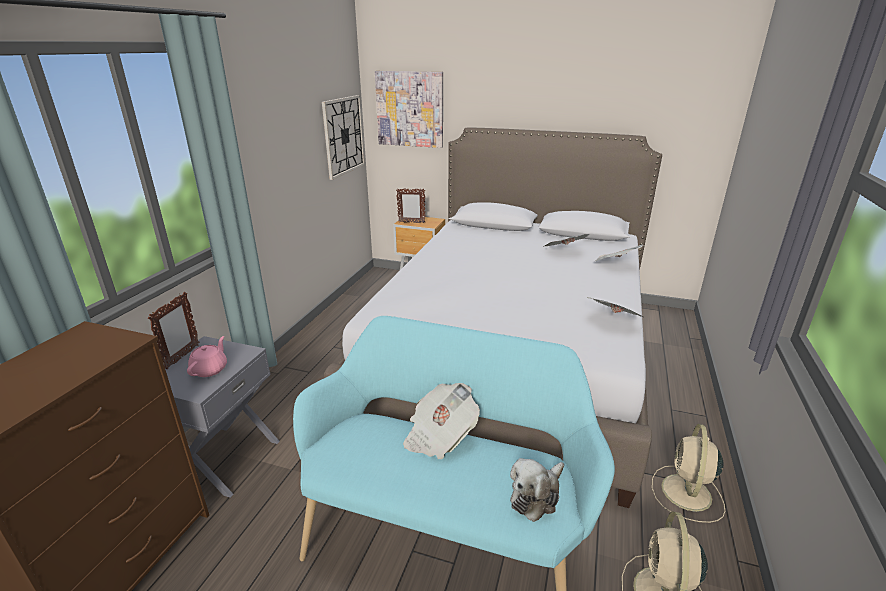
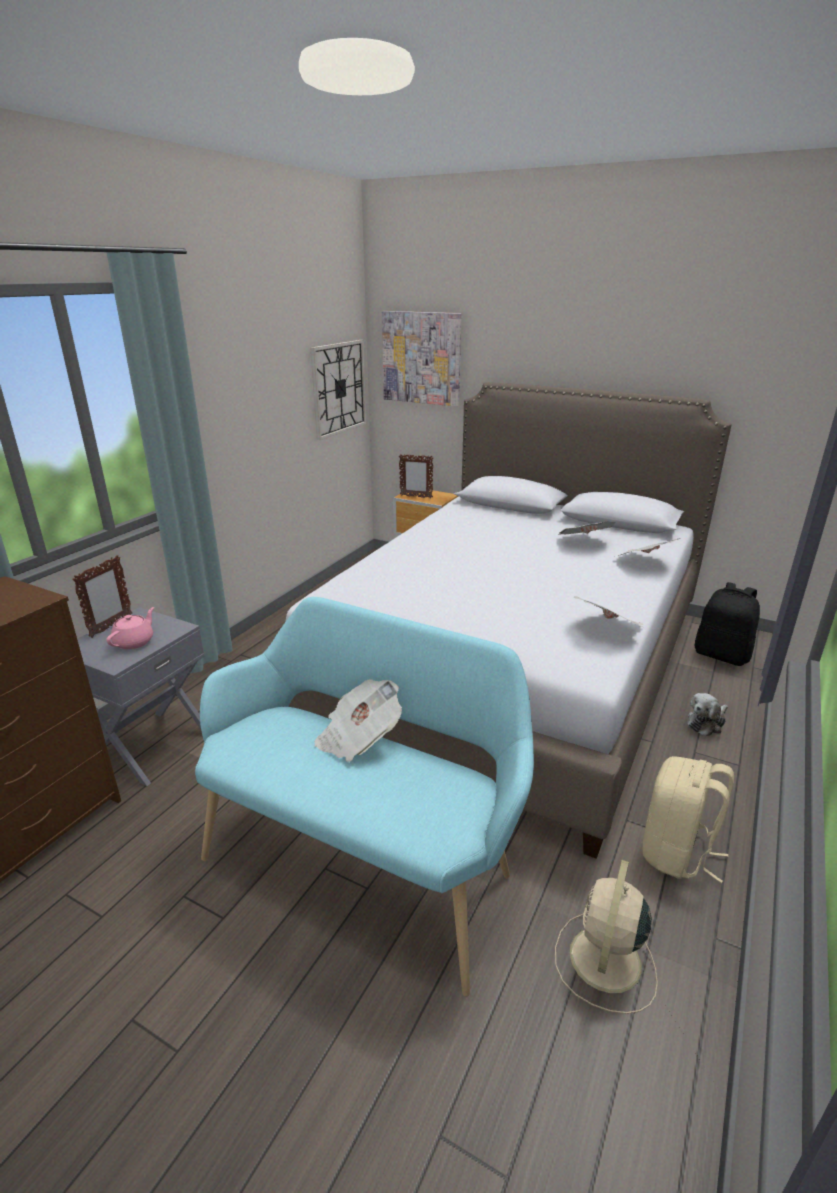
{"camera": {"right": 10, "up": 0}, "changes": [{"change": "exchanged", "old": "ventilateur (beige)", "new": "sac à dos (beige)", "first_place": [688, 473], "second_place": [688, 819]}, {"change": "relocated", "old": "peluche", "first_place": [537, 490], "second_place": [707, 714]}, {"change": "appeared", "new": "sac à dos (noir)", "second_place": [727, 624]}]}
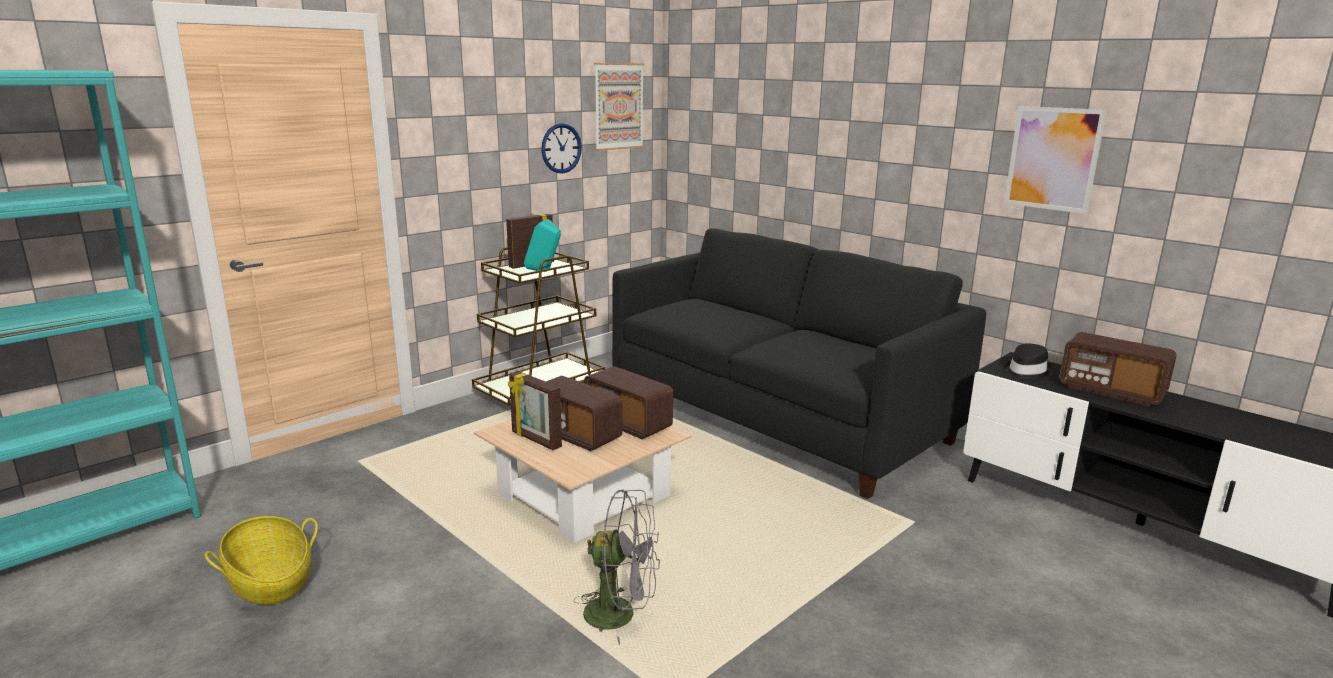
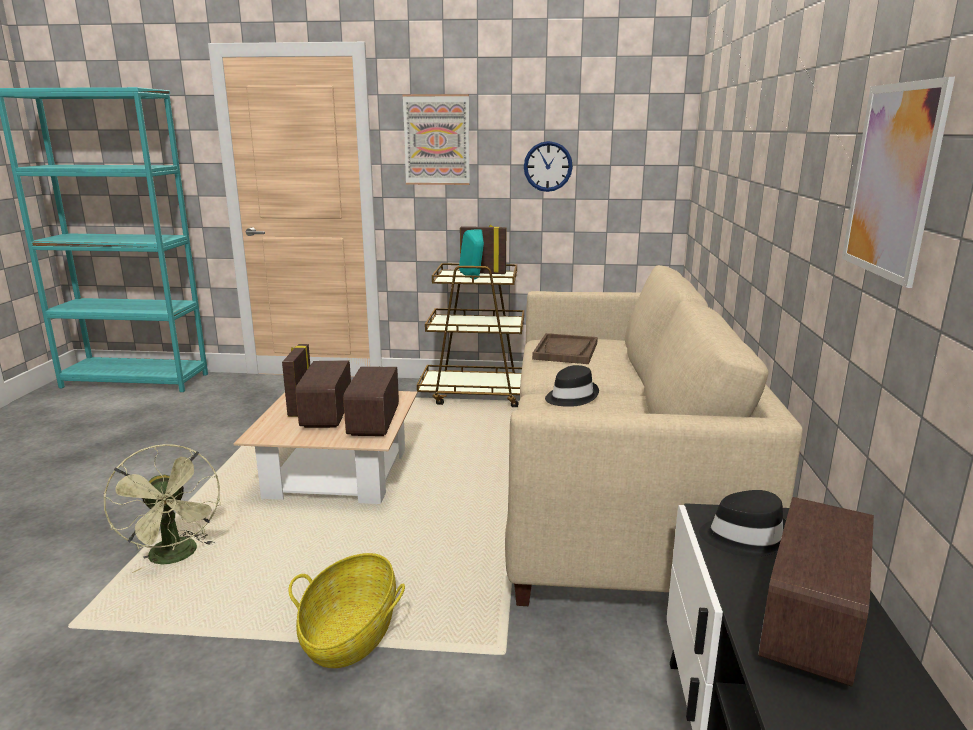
{"camera": {"right": 50, "up": 0}, "changes": [{"change": "relocated", "old": "tableau", "first_place": [619, 107], "second_place": [436, 139]}, {"change": "colour", "old": "canapé (noir)", "new": "canapé (beige)", "first_place": [799, 363], "second_place": [654, 435]}, {"change": "spun", "old": "radio", "first_place": [1118, 369], "second_place": [816, 592], "degrees": -150}, {"change": "colour", "old": "ventilateur (gris)", "new": "ventilateur (vert)", "first_place": [618, 567], "second_place": [162, 508]}, {"change": "relocated", "old": "panier", "first_place": [261, 560], "second_place": [346, 610]}, {"change": "appeared", "new": "plateau (marron)", "second_place": [565, 348]}, {"change": "appeared", "new": "chapeau (noir)", "second_place": [572, 386]}]}
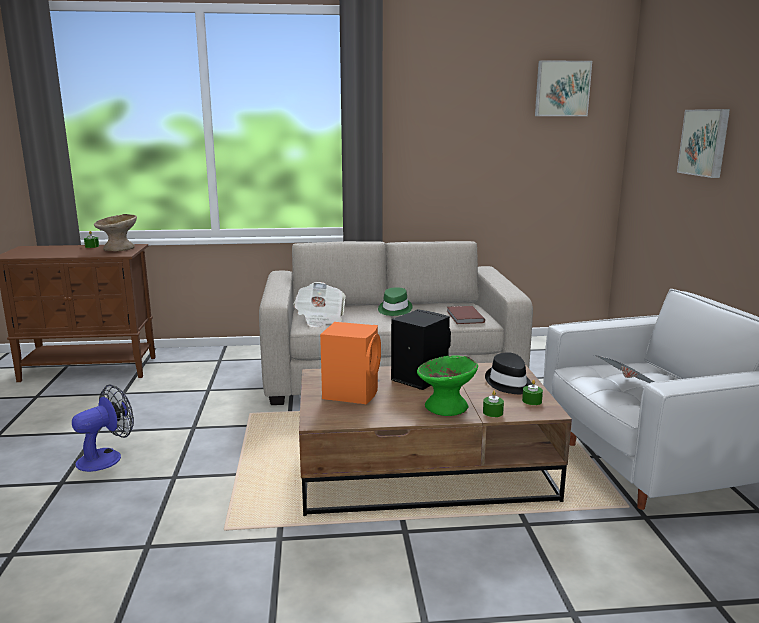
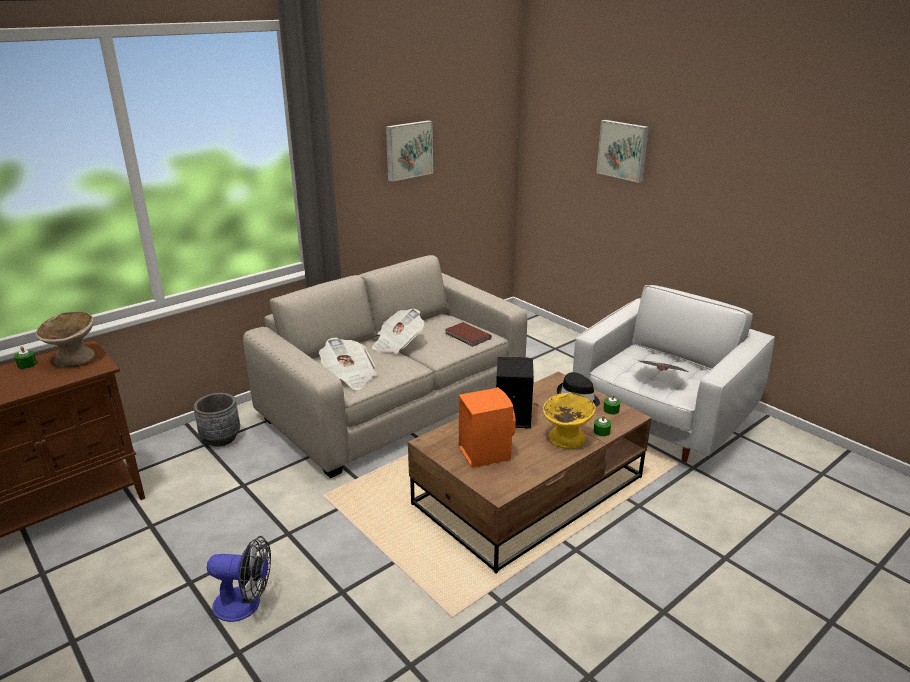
{"camera": {"right": -35, "up": 10}, "changes": [{"change": "relocated", "old": "tableau", "first_place": [563, 88], "second_place": [409, 151]}, {"change": "exchanged", "old": "chapeau (vert)", "new": "journal", "first_place": [395, 301], "second_place": [398, 331]}, {"change": "colour", "old": "bol (vert)", "new": "bol (jaune)", "first_place": [447, 386], "second_place": [569, 420]}, {"change": "spun", "old": "ventilateur", "first_place": [103, 428], "second_place": [239, 579], "degrees": 90}, {"change": "appeared", "new": "cache-pot (gris)", "second_place": [216, 420]}]}
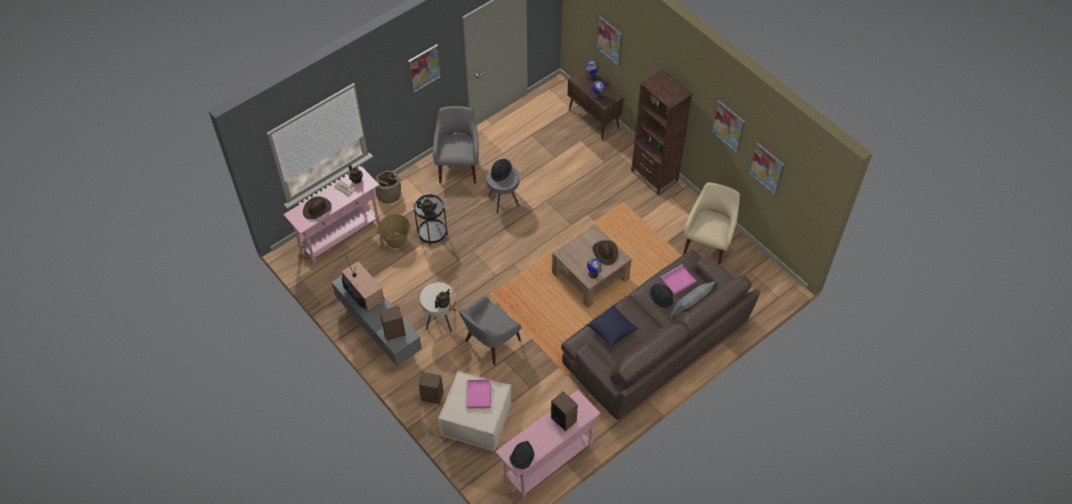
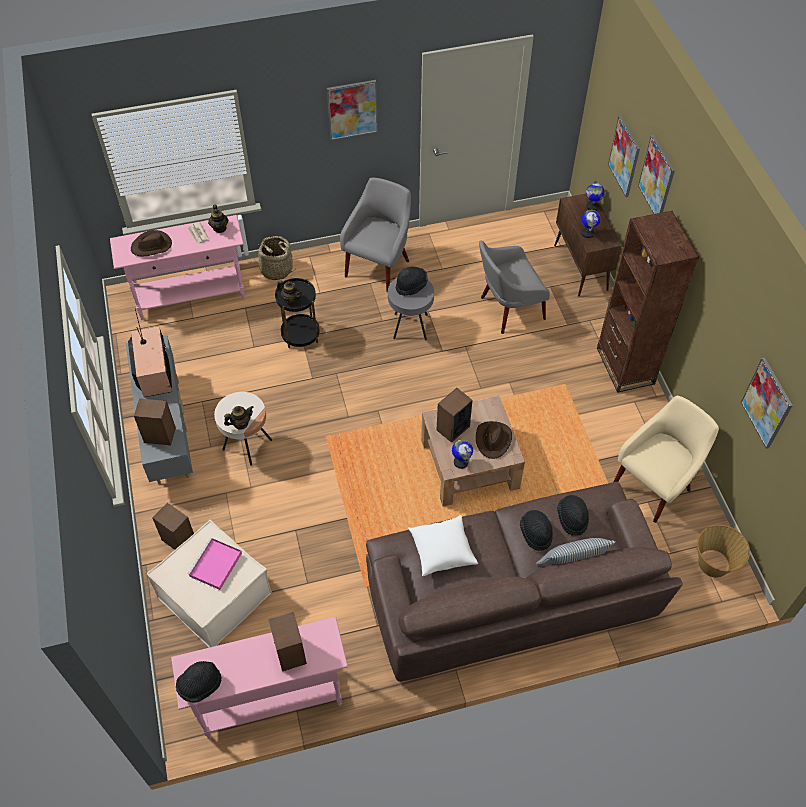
{"camera": {"right": 25, "up": 0}, "changes": [{"change": "relocated", "old": "tableau", "first_place": [728, 126], "second_place": [656, 174]}, {"change": "relocated", "old": "panier", "first_place": [394, 231], "second_place": [723, 551]}, {"change": "exchanged", "old": "plateau (rose)", "new": "chapeau (noir)", "first_place": [678, 279], "second_place": [573, 515]}, {"change": "relocated", "old": "fauteuil (gris)", "first_place": [489, 330], "second_place": [514, 287]}, {"change": "colour", "old": "coussin (bleu)", "new": "coussin (blanc)", "first_place": [612, 327], "second_place": [443, 545]}, {"change": "appeared", "new": "enceinte", "second_place": [454, 415]}]}
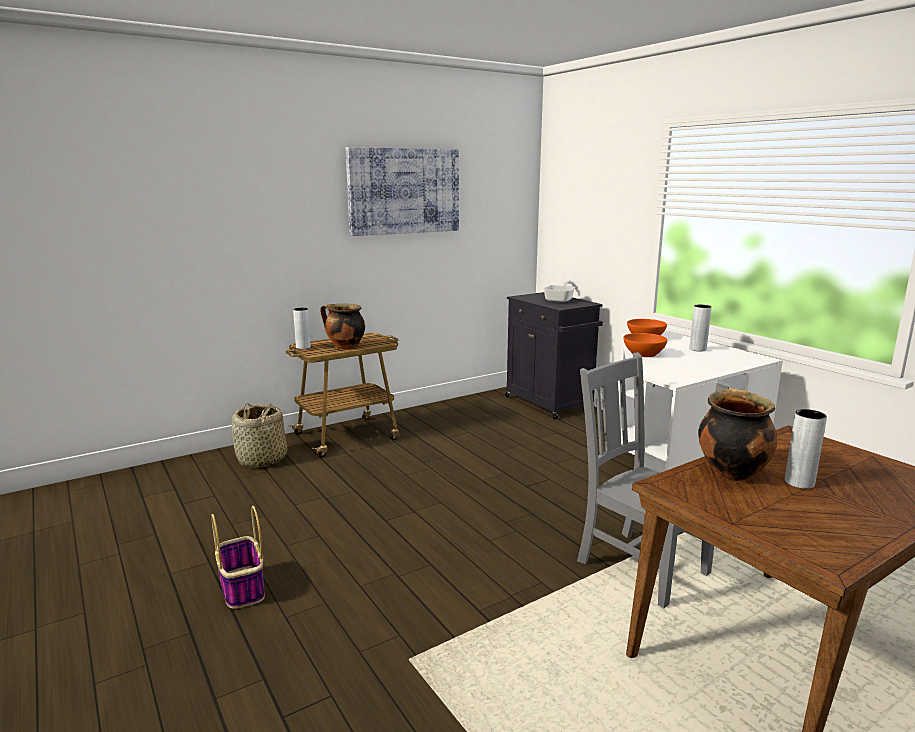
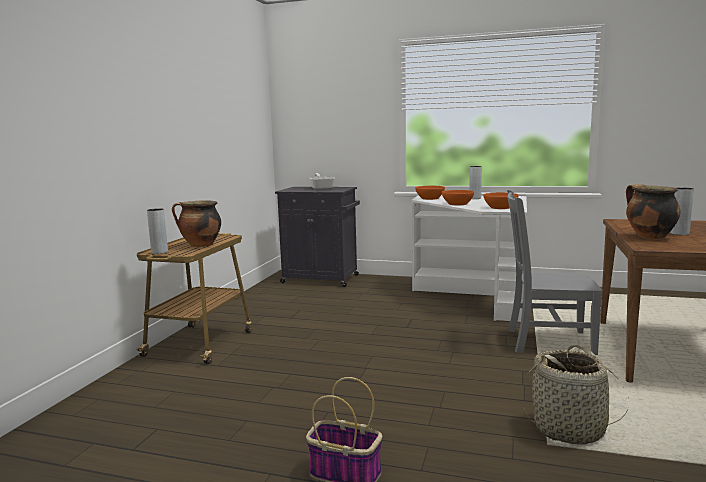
{"camera": {"right": -40, "up": -5}, "changes": [{"change": "missing", "old": "tableau", "first_place": [402, 191]}, {"change": "relocated", "old": "panier", "first_place": [259, 435], "second_place": [576, 395]}, {"change": "appeared", "new": "bol (orange)", "second_place": [501, 201]}]}
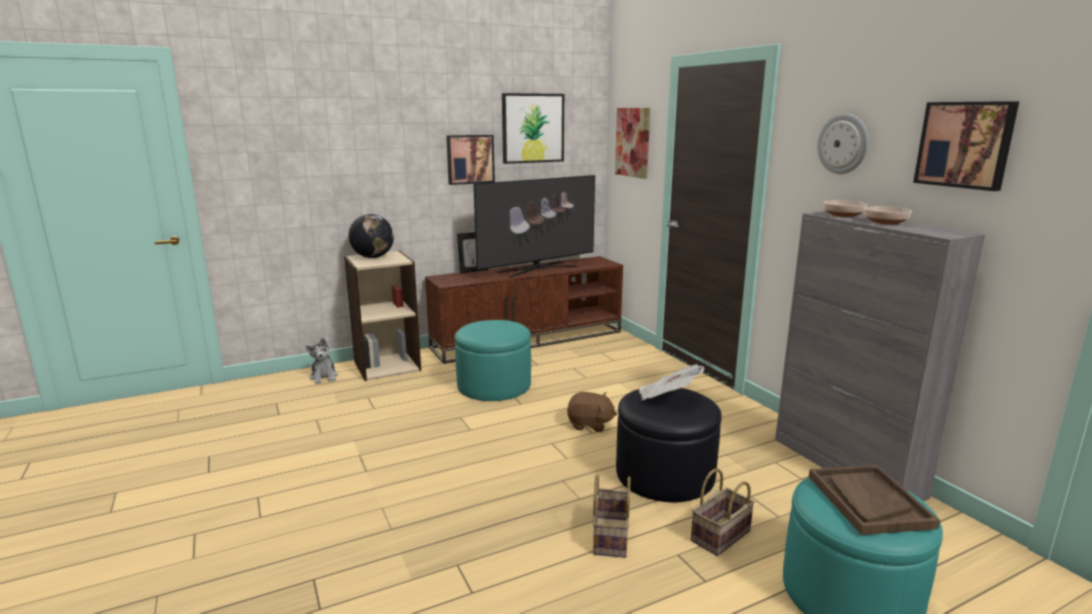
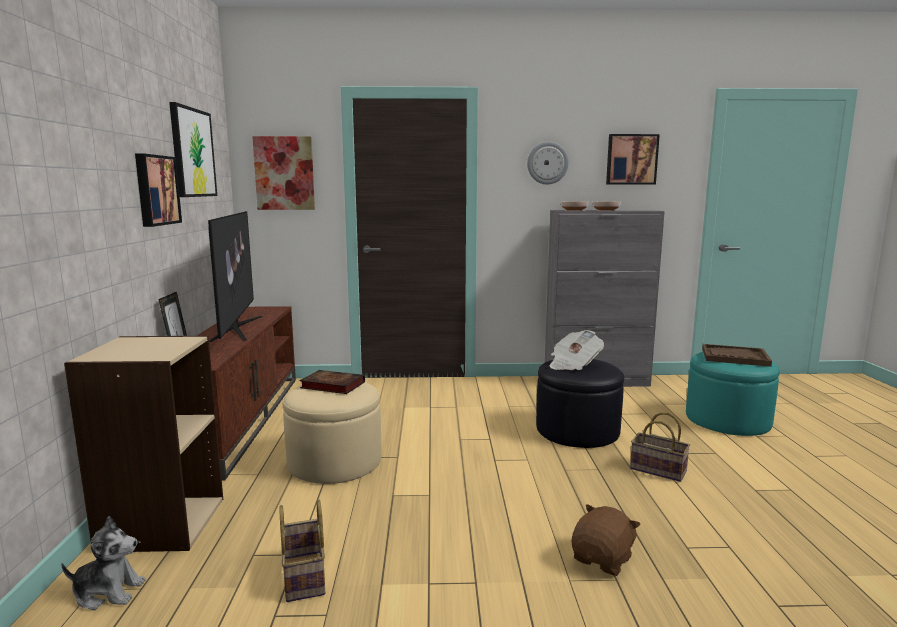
{"camera": {"right": -65, "up": -5}, "changes": [{"change": "missing", "old": "globe", "first_place": [371, 236]}, {"change": "colour", "old": "pouf (turquoise)", "new": "pouf (beige)", "first_place": [493, 360], "second_place": [332, 433]}, {"change": "relocated", "old": "peluche (marron)", "first_place": [592, 412], "second_place": [606, 540]}, {"change": "relocated", "old": "panier", "first_place": [723, 512], "second_place": [302, 550]}, {"change": "appeared", "new": "livre", "second_place": [332, 382]}]}
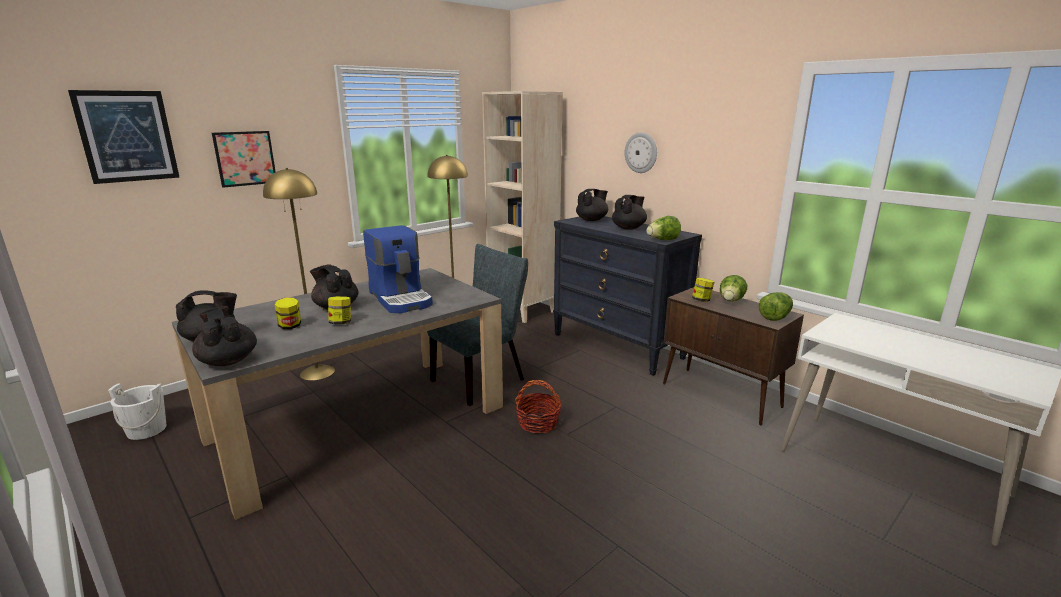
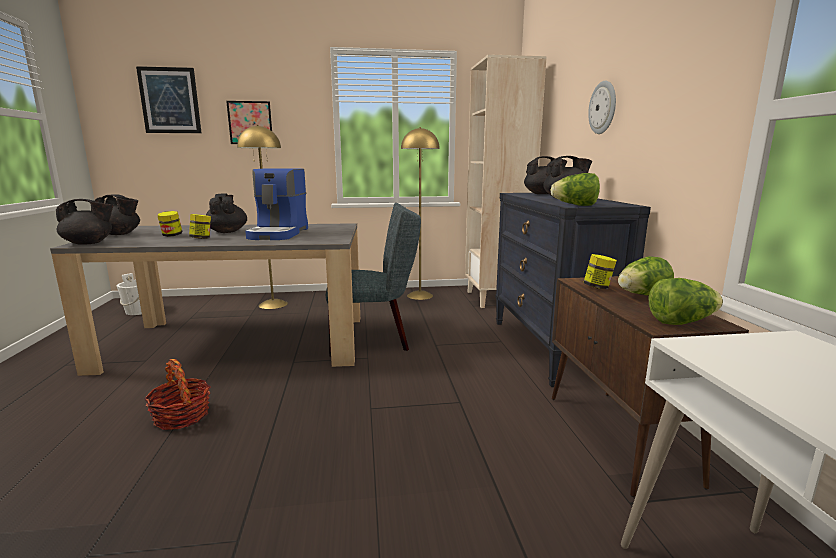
{"camera": {"right": 35, "up": -5}, "changes": [{"change": "spun", "old": "théière (noir)", "first_place": [224, 336], "second_place": [85, 222], "degrees": 75}, {"change": "relocated", "old": "panier", "first_place": [538, 407], "second_place": [177, 394]}]}
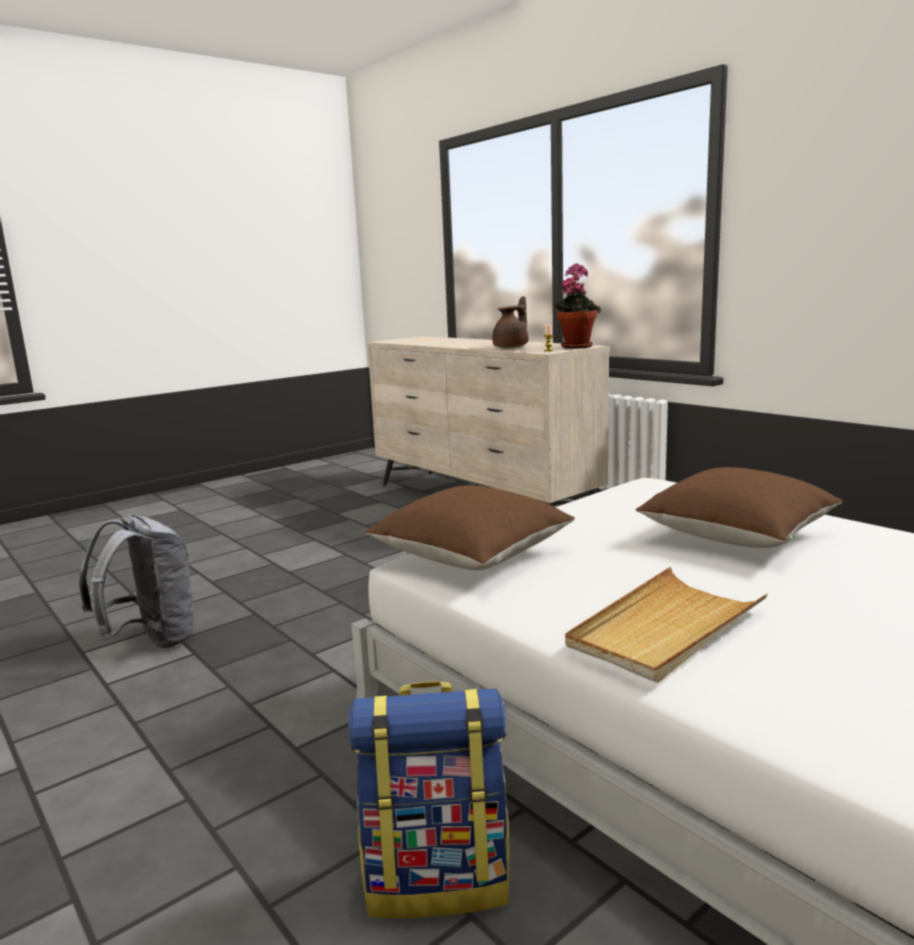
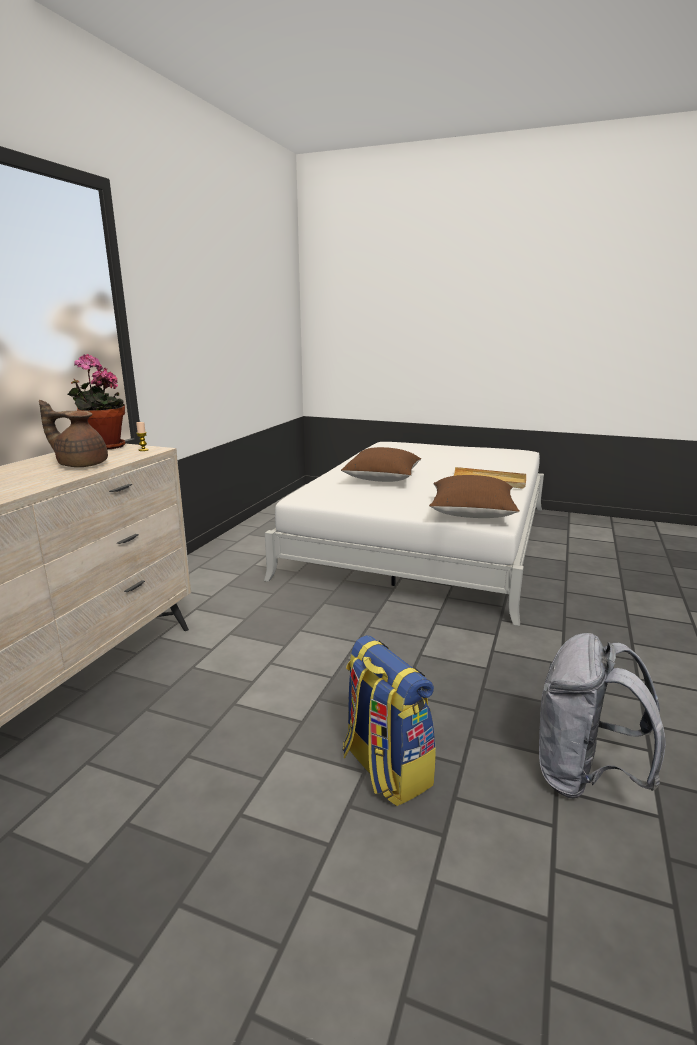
{"camera": {"right": -120, "up": 5}, "changes": [{"change": "relocated", "old": "sac à dos", "first_place": [428, 799], "second_place": [389, 720]}]}
